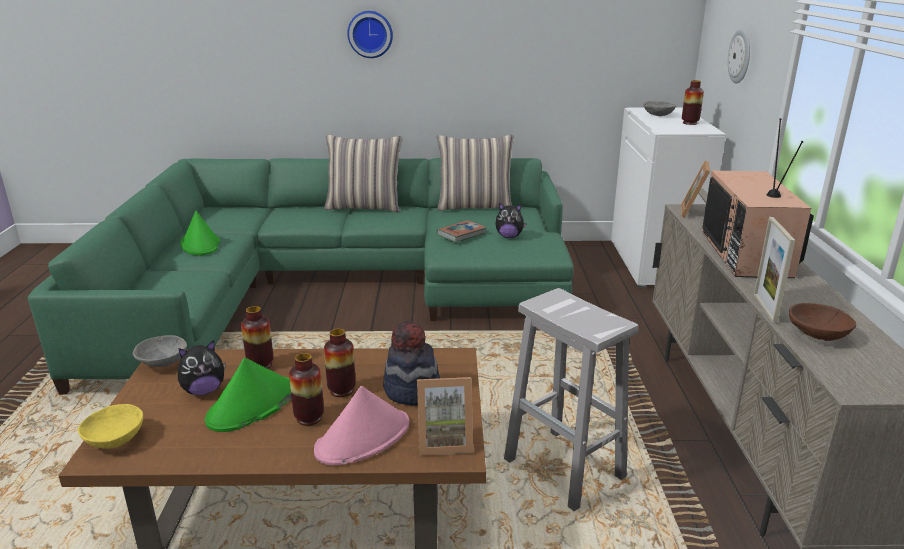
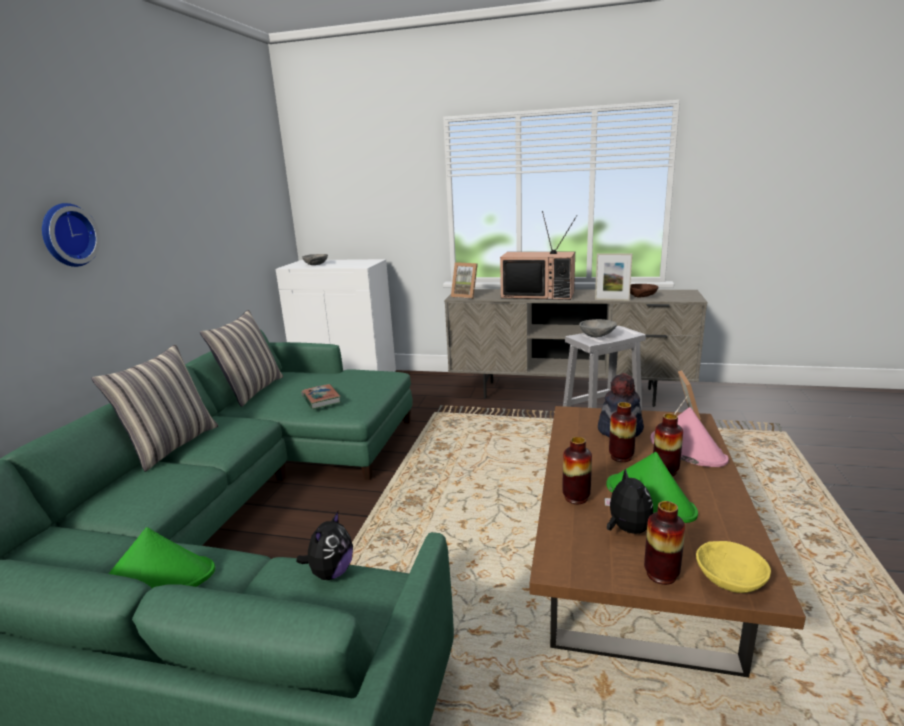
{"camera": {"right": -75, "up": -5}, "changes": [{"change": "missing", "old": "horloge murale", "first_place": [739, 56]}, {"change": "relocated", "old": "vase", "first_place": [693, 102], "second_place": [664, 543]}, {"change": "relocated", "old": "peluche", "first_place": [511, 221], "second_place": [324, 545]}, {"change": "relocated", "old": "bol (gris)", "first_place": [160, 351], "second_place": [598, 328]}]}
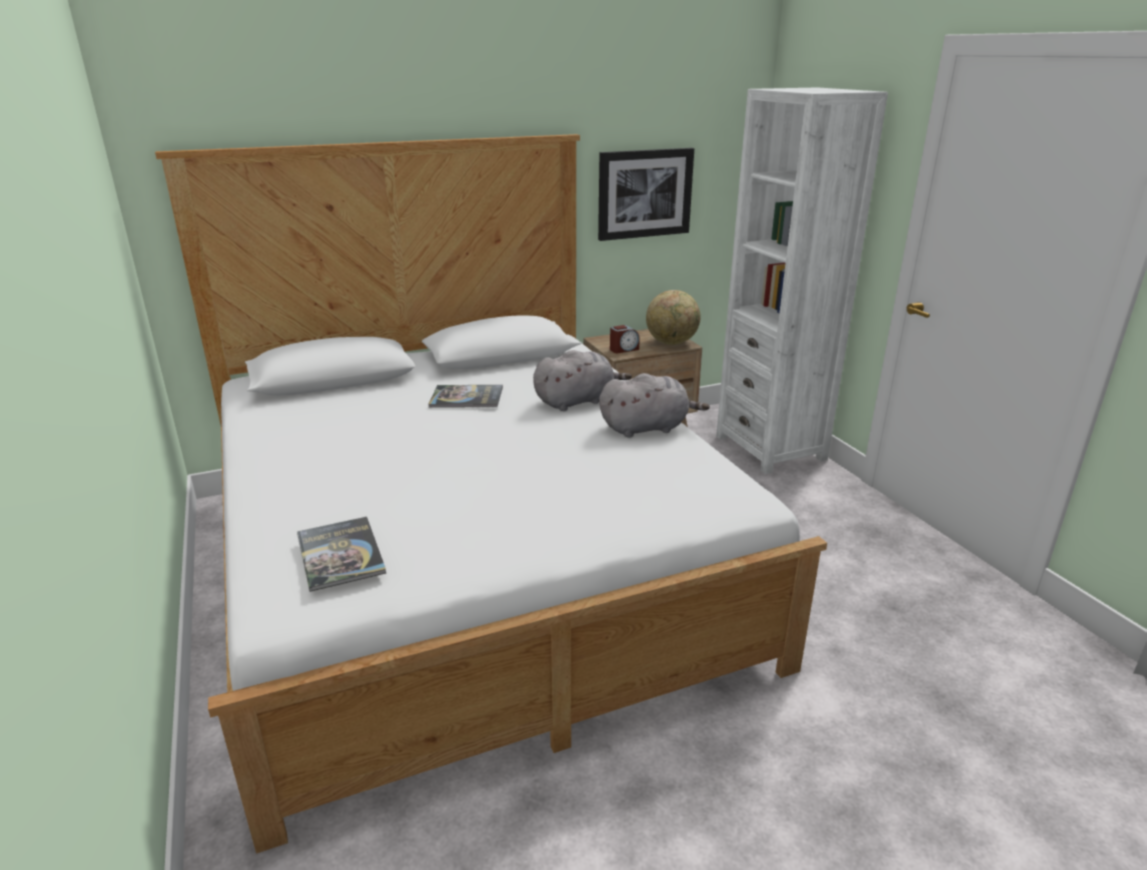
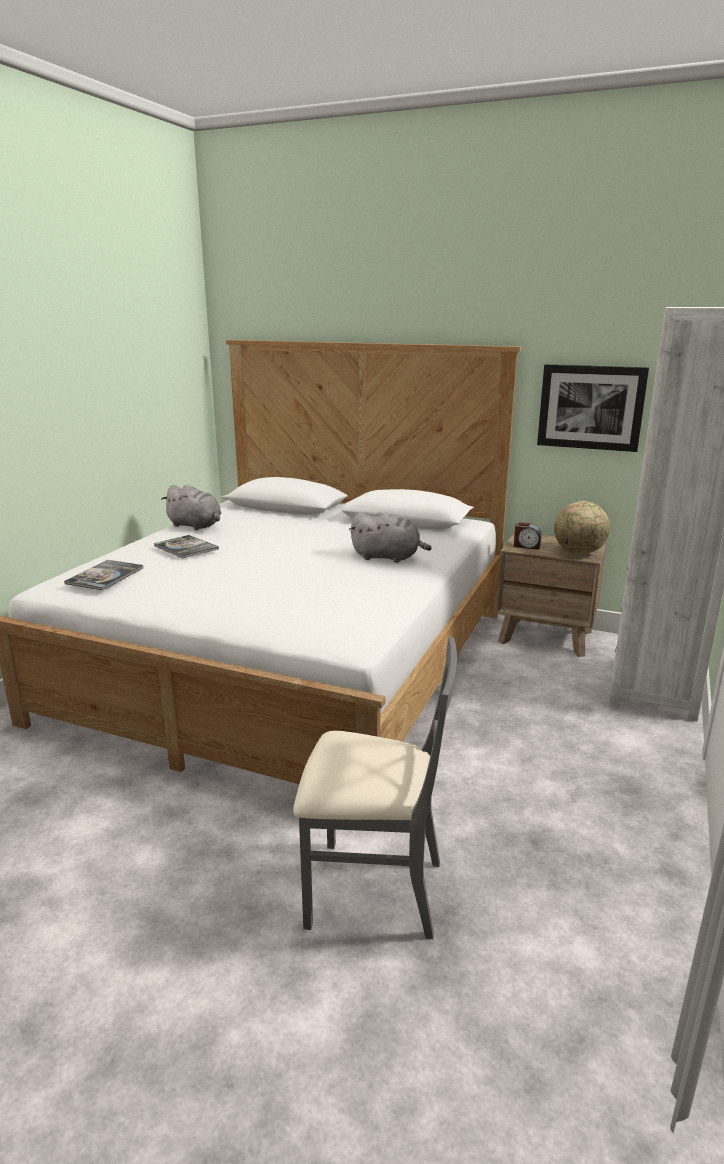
{"camera": {"right": 45, "up": -5}, "changes": [{"change": "relocated", "old": "peluche (gris)", "first_place": [654, 405], "second_place": [191, 507]}, {"change": "relocated", "old": "livre", "first_place": [465, 396], "second_place": [186, 546]}, {"change": "appeared", "new": "chaise (gris)", "second_place": [375, 788]}]}
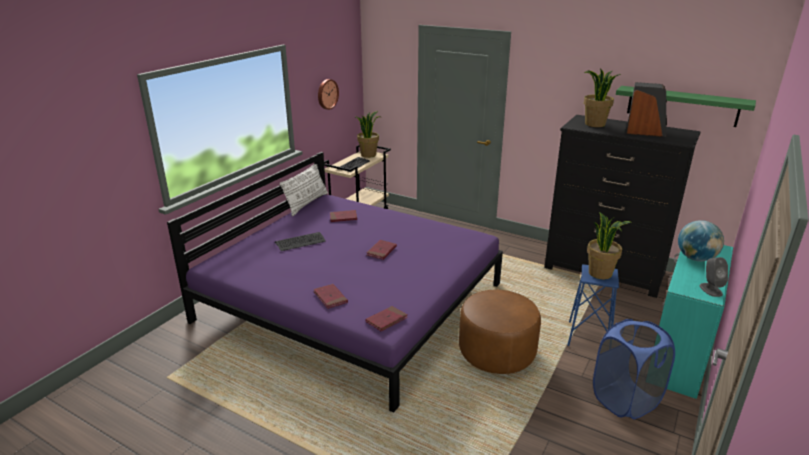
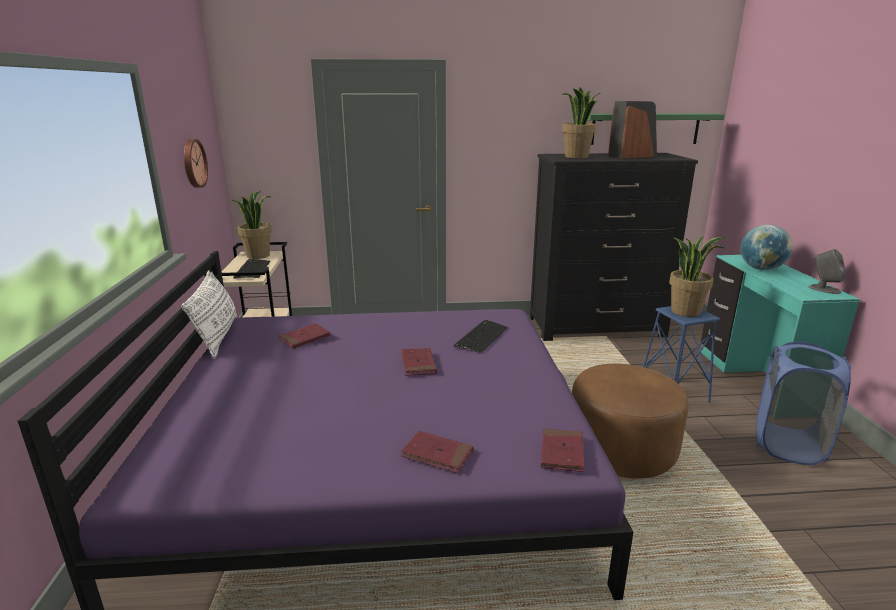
{"camera": {"right": -35, "up": -5}, "changes": [{"change": "relocated", "old": "clavier", "first_place": [300, 241], "second_place": [481, 336]}]}
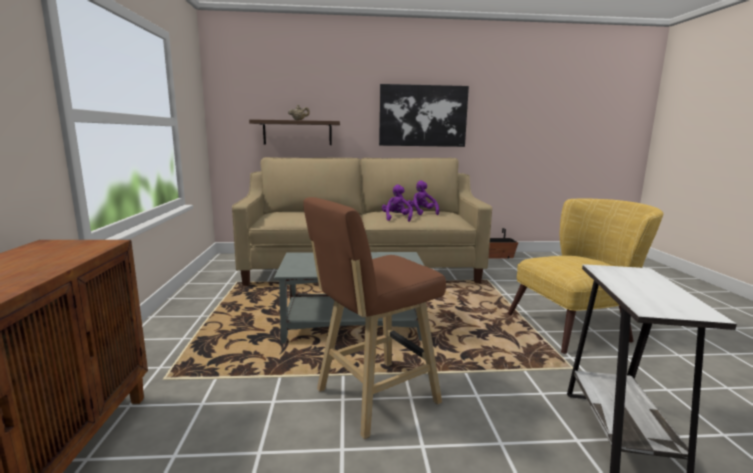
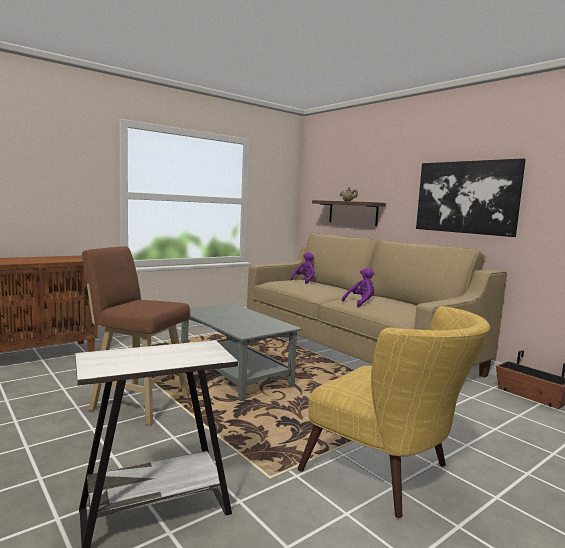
{"camera": {"right": 55, "up": -5}, "changes": [{"change": "relocated", "old": "peluche (violet)", "first_place": [423, 197], "second_place": [302, 268]}]}
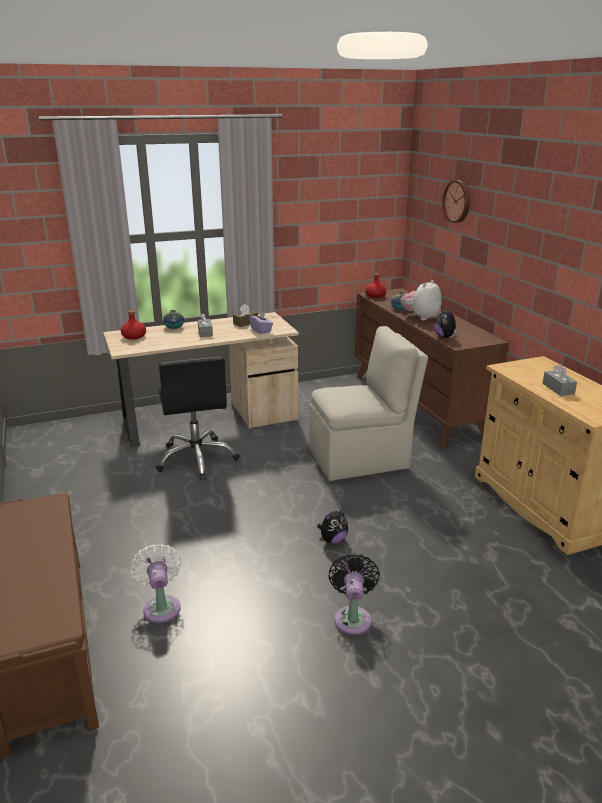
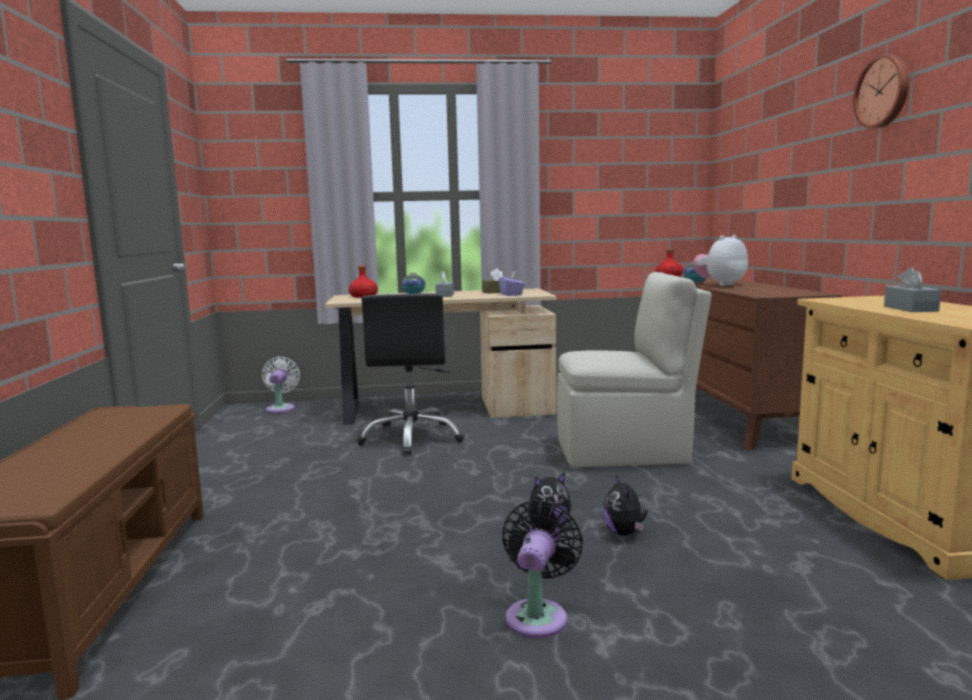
{"camera": {"right": 15, "up": -15}, "changes": [{"change": "relocated", "old": "horloge murale", "first_place": [456, 201], "second_place": [881, 91]}, {"change": "relocated", "old": "peluche", "first_place": [446, 322], "second_place": [625, 505]}, {"change": "relocated", "old": "ventilateur (blanc)", "first_place": [156, 583], "second_place": [281, 385]}]}
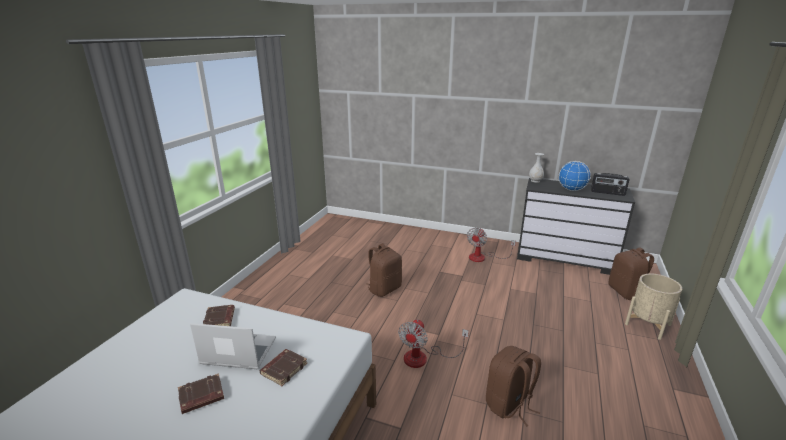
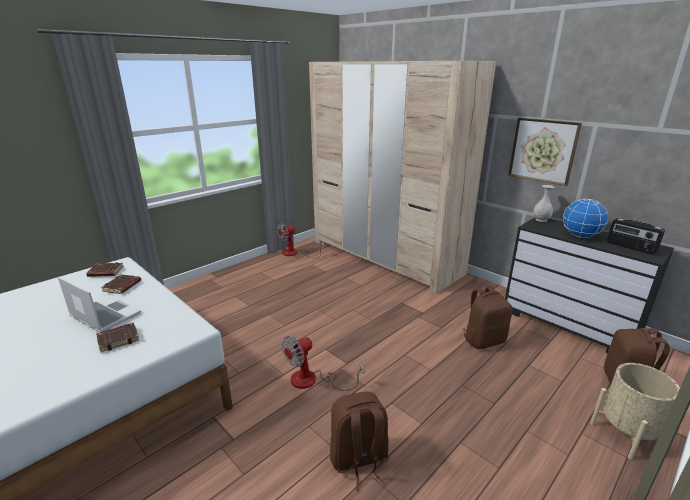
{"camera": {"right": 25, "up": 0}, "changes": [{"change": "relocated", "old": "ventilateur", "first_place": [491, 245], "second_place": [300, 240]}, {"change": "relocated", "old": "sac à dos (marron)", "first_place": [384, 270], "second_place": [488, 317]}, {"change": "relocated", "old": "livre (marron)", "first_place": [201, 393], "second_place": [105, 269]}, {"change": "appeared", "new": "armoire (beige)", "second_place": [402, 177]}, {"change": "appeared", "new": "tableau", "second_place": [545, 152]}]}
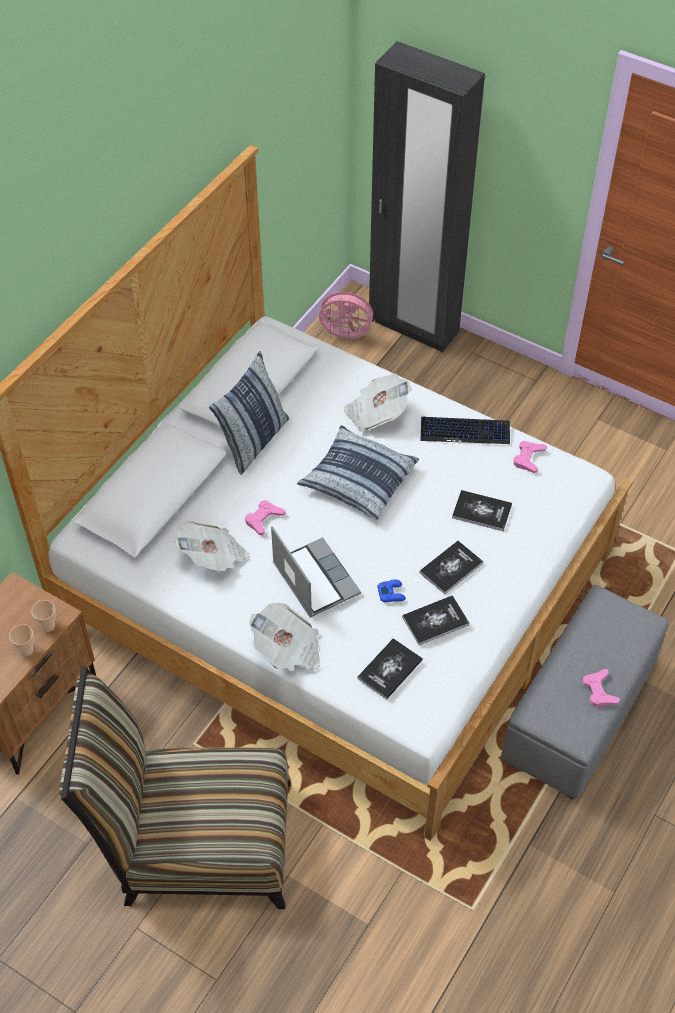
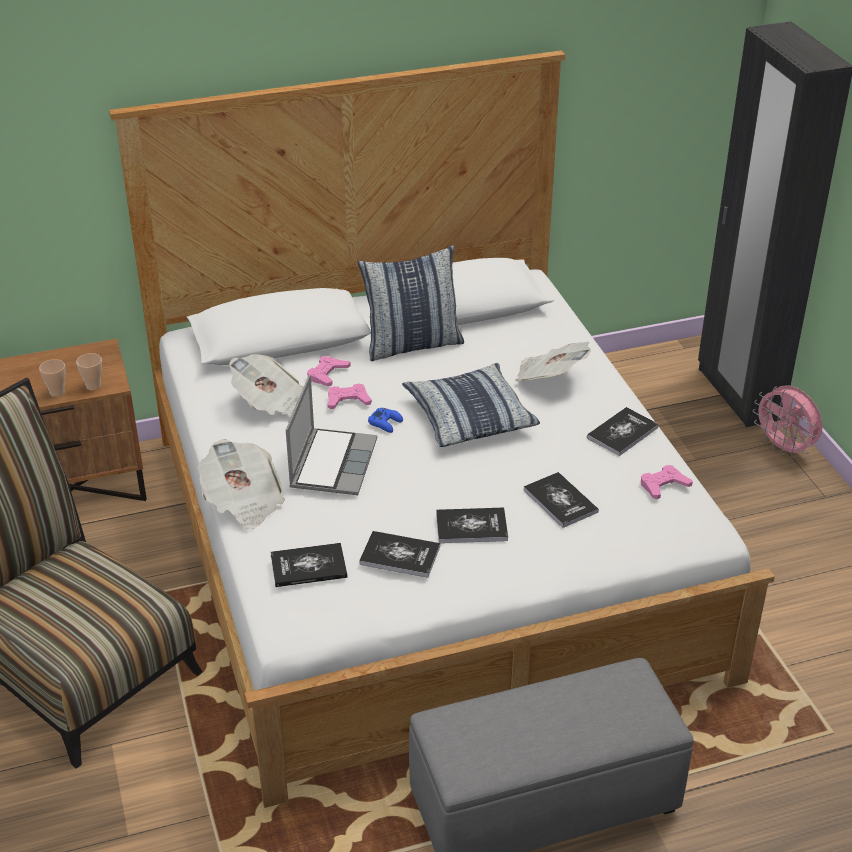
{"camera": {"right": 40, "up": -15}, "changes": [{"change": "relocated", "old": "ventilateur (rose)", "first_place": [345, 317], "second_place": [787, 422]}, {"change": "exchanged", "old": "clavier", "new": "livre", "first_place": [465, 430], "second_place": [623, 431]}, {"change": "relocated", "old": "manette (bleu)", "first_place": [391, 590], "second_place": [385, 420]}, {"change": "relocated", "old": "manette (rose)", "first_place": [601, 688], "second_place": [329, 371]}]}
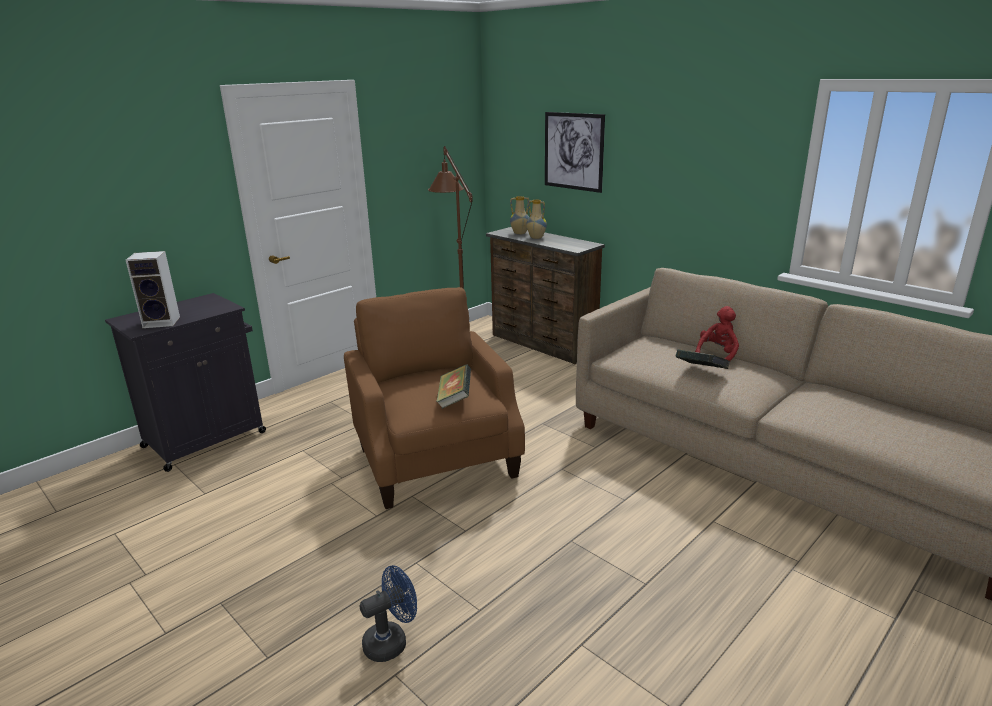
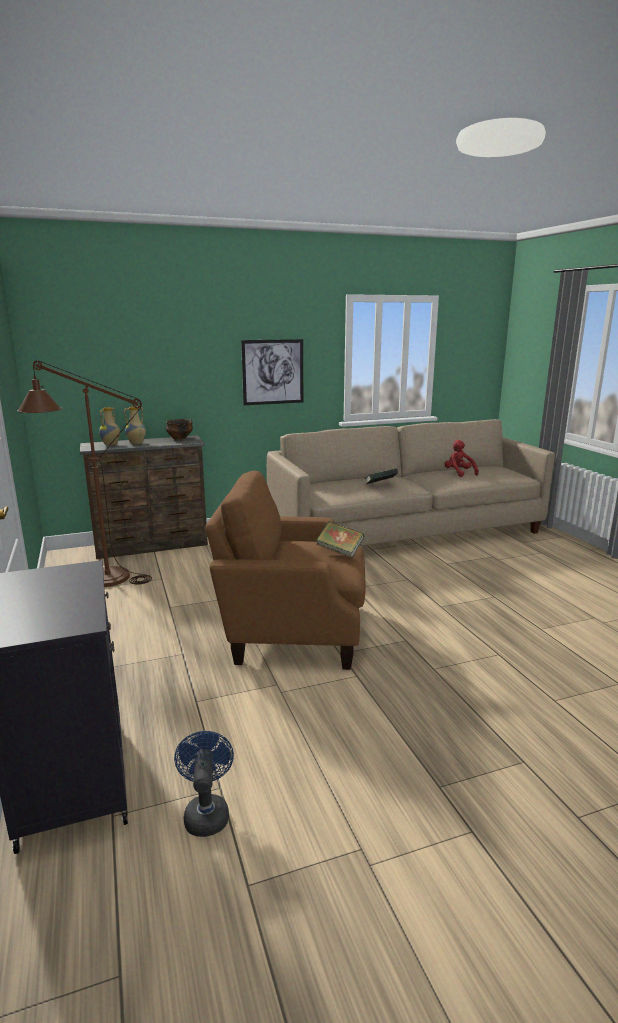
{"camera": {"right": -65, "up": -5}, "changes": [{"change": "relocated", "old": "tableau", "first_place": [575, 152], "second_place": [272, 372]}, {"change": "missing", "old": "enceinte", "first_place": [153, 289]}, {"change": "relocated", "old": "peluche (rouge)", "first_place": [717, 333], "second_place": [461, 458]}, {"change": "relocated", "old": "ventilateur (bleu)", "first_place": [388, 613], "second_place": [204, 784]}, {"change": "appeared", "new": "bol", "second_place": [179, 429]}]}
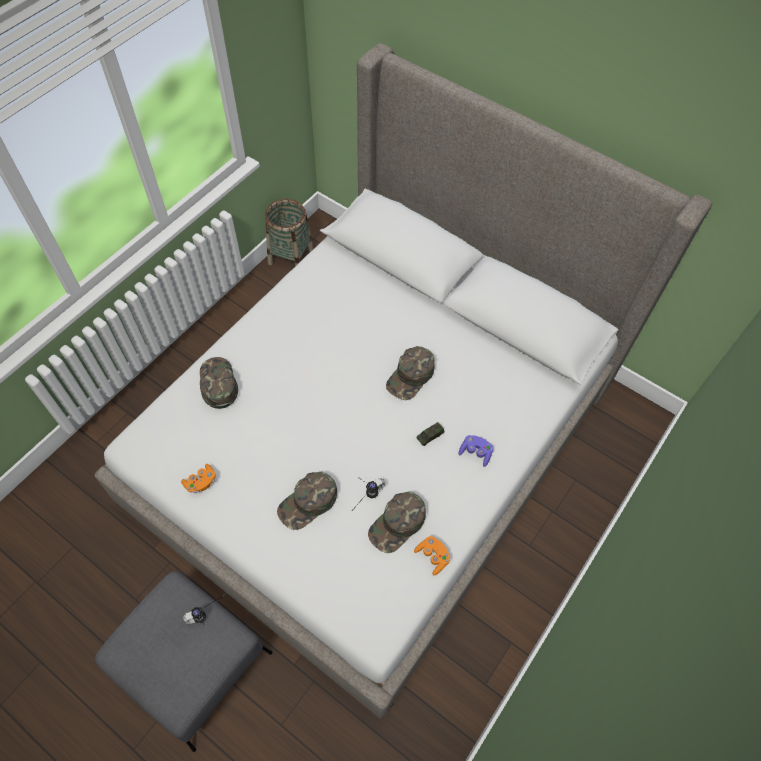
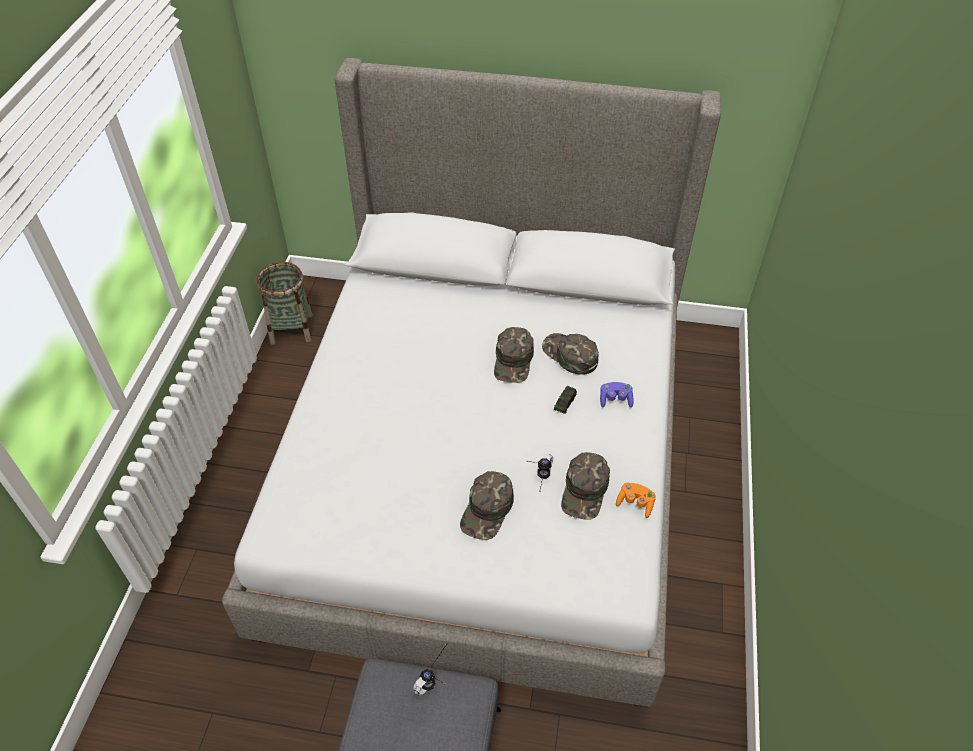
{"camera": {"right": -25, "up": -10}, "changes": [{"change": "relocated", "old": "casquette (vert)", "first_place": [219, 383], "second_place": [570, 354]}, {"change": "missing", "old": "manette (orange)", "first_place": [198, 478]}]}
